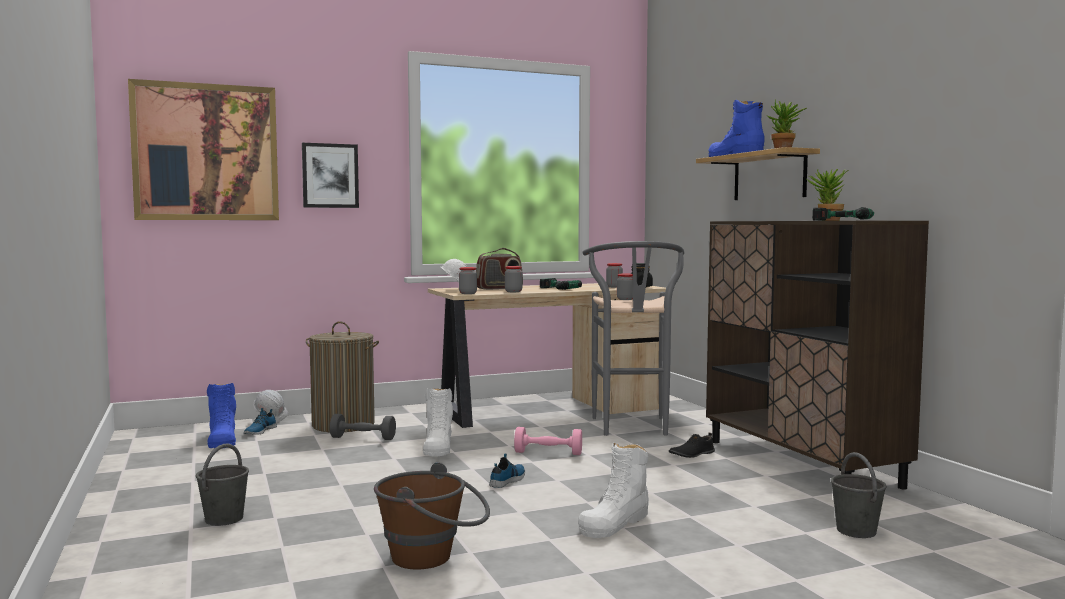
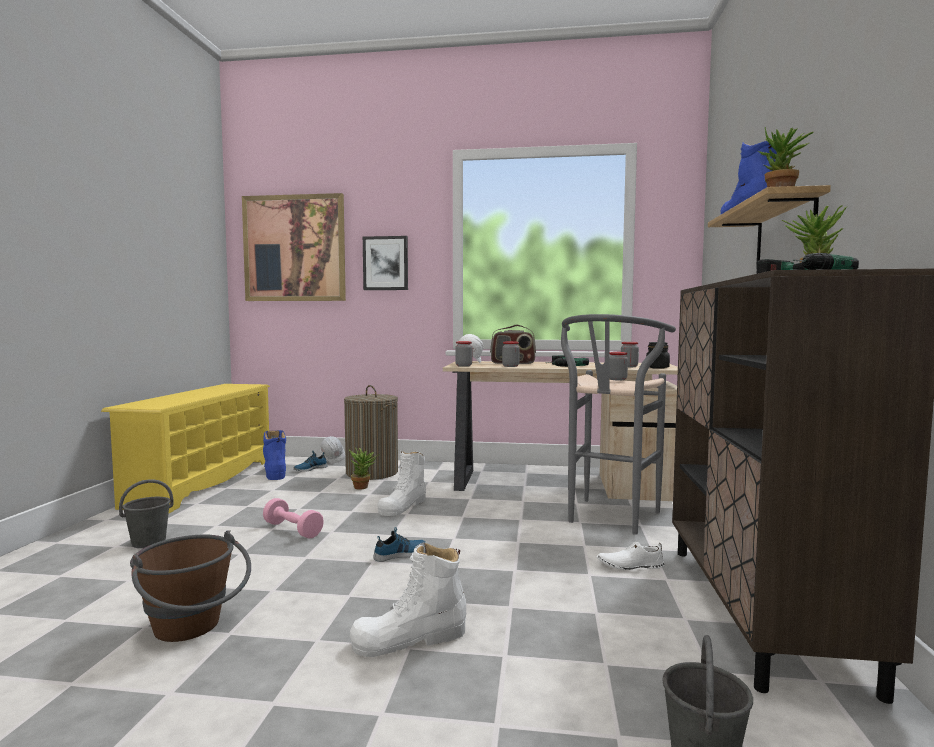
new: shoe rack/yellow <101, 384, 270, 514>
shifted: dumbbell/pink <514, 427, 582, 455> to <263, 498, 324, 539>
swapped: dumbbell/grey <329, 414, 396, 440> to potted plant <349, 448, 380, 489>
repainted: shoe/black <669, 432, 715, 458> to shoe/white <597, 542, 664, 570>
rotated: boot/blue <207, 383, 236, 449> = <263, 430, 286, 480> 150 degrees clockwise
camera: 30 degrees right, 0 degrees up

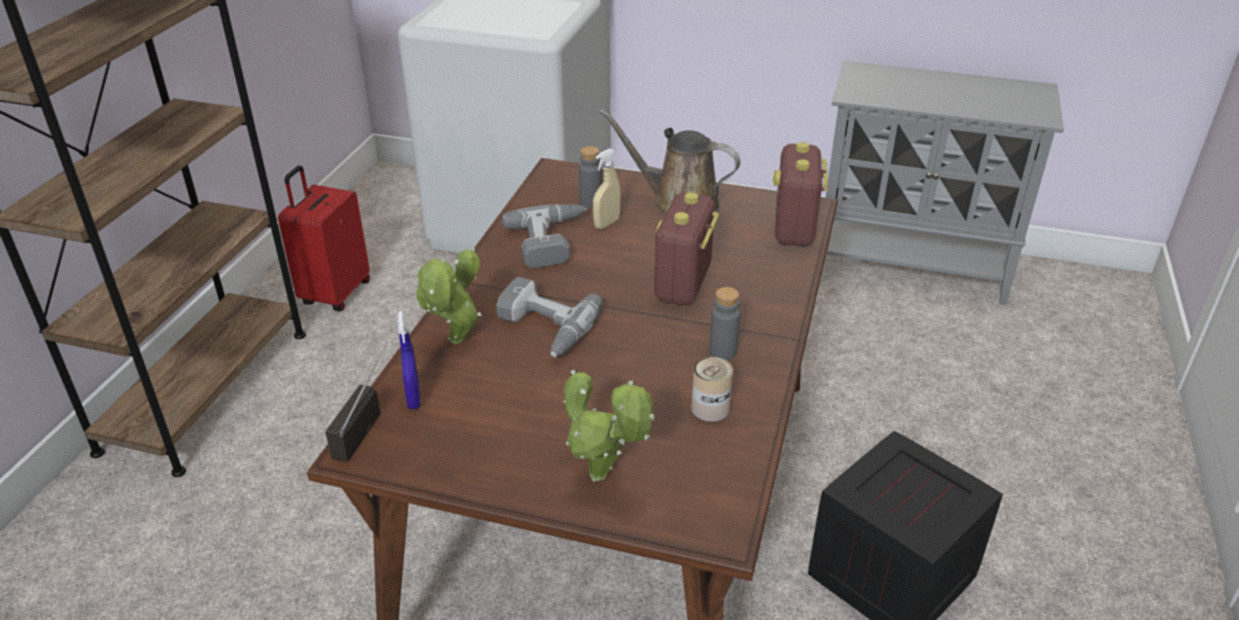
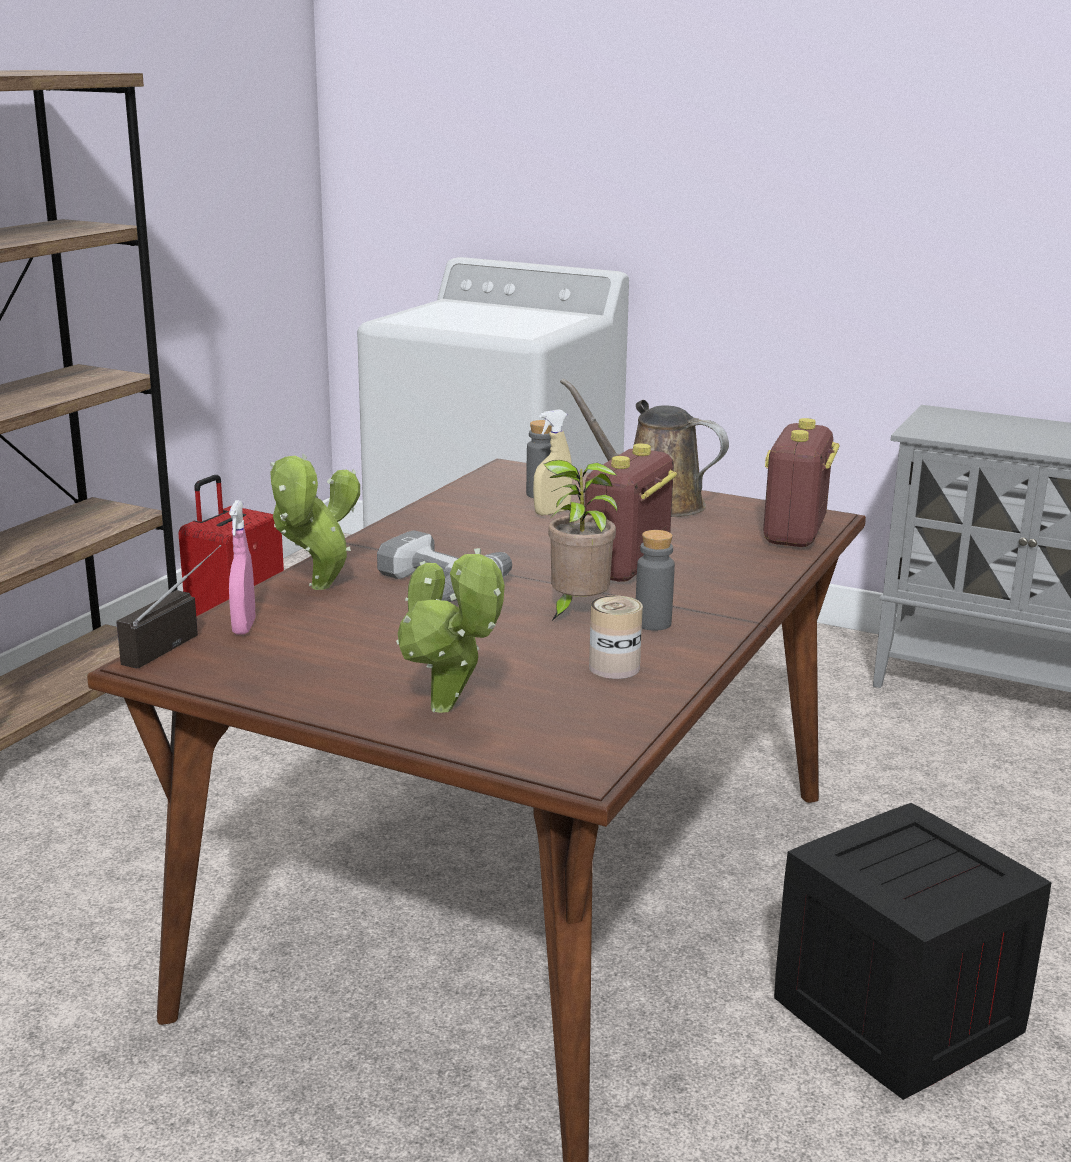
gone: power drill <502, 204, 587, 268>
new: potted plant <544, 460, 618, 621>
repainted: spray bottle/blue <398, 311, 420, 409> to spray bottle/pink <229, 500, 255, 634>
camera: 10 degrees right, 15 degrees down

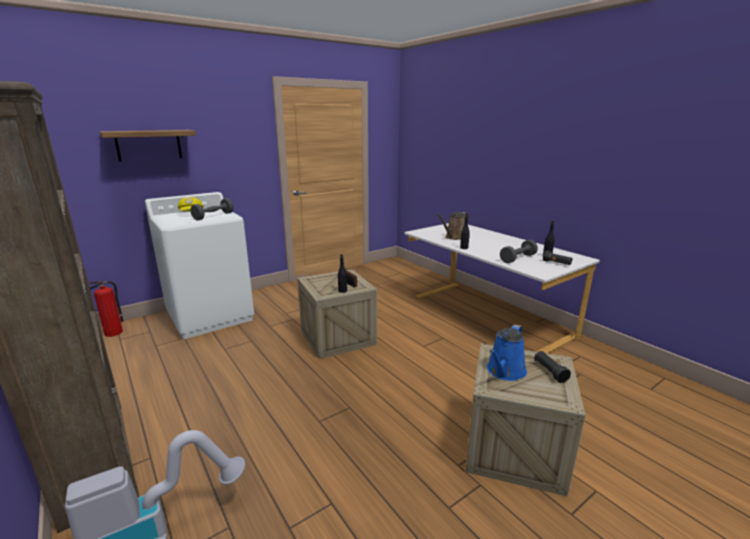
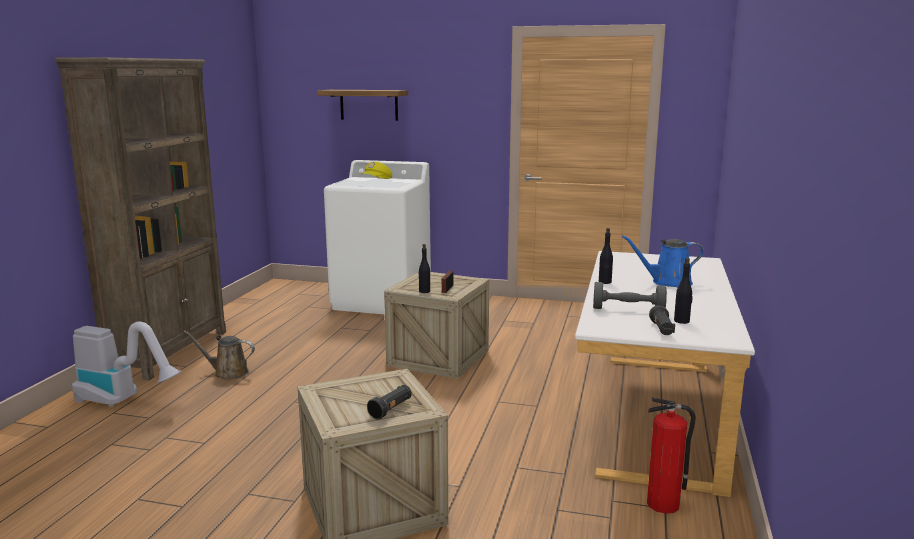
gone: dumbbell/grey <191, 198, 234, 220>
shifted: fire extinguisher <88, 281, 123, 337> to <647, 397, 696, 514>; watering can/brown <437, 212, 469, 240> to <183, 330, 255, 380>; watering can/blue <487, 324, 527, 381> to <622, 235, 704, 287>
camera: 50 degrees right, 5 degrees down

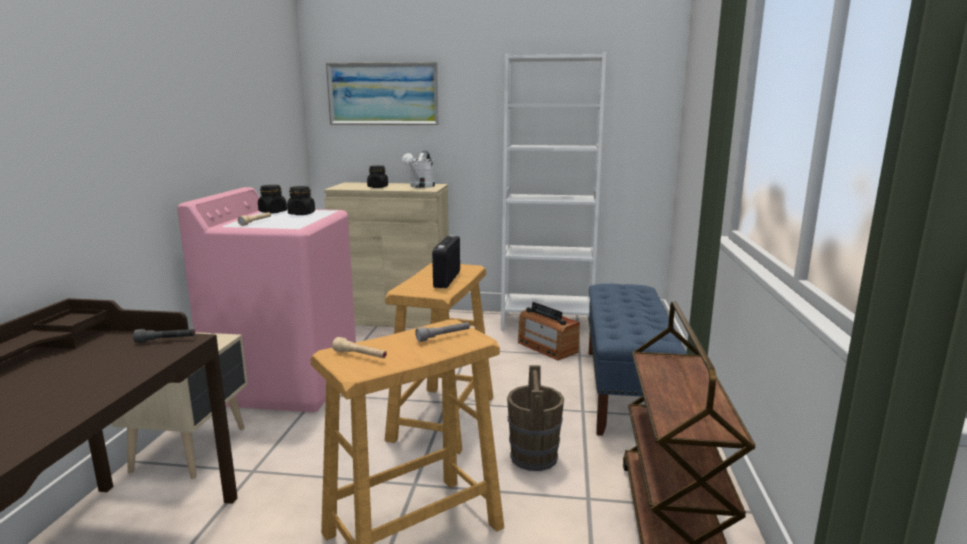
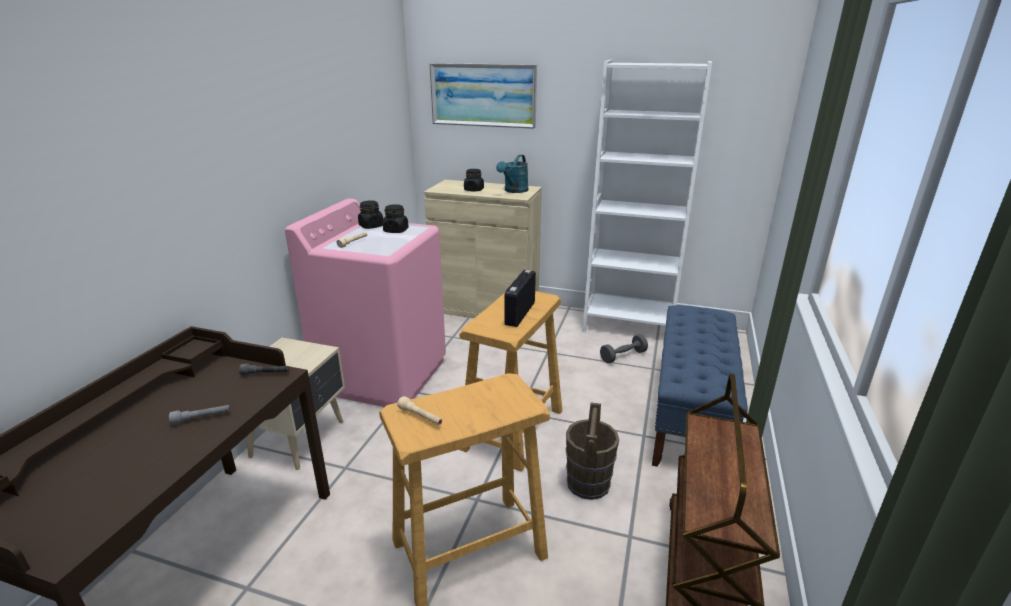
shifted: flashlight/grey <415, 322, 470, 342> to <169, 405, 230, 425>
swapped: radio <518, 302, 580, 360> to dumbbell/grey <600, 334, 648, 364>
repainted: watering can/white <402, 151, 435, 188> to watering can/turquoise <496, 155, 528, 193>
camera: 10 degrees right, 10 degrees up

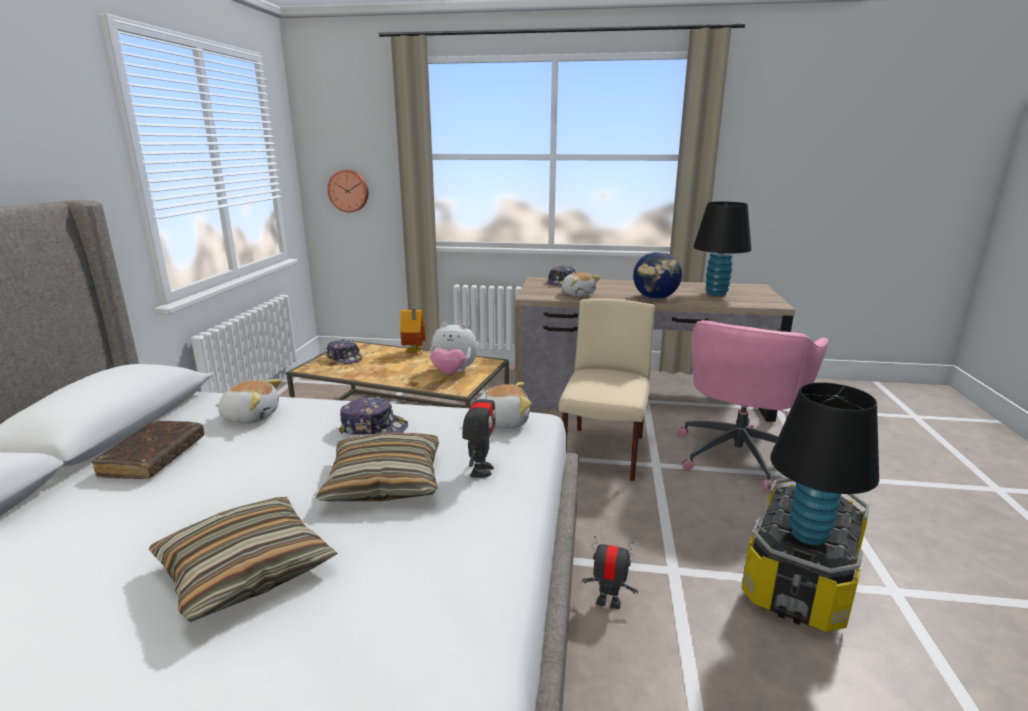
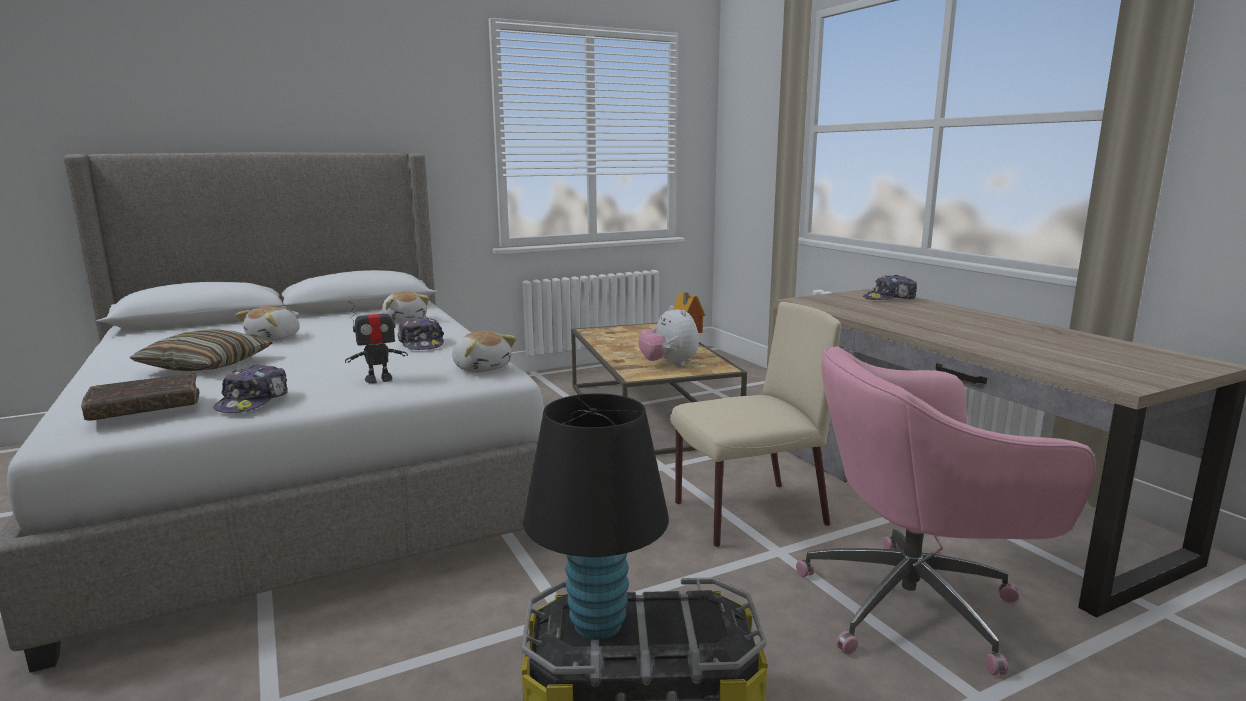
gone: pillow <316, 433, 439, 501>; wall clock <327, 170, 368, 212>; toy robot <582, 536, 638, 609>; globe <633, 251, 682, 299>; table lamp/black <693, 201, 751, 296>
shifted: book/brown <91, 421, 204, 479> to <81, 373, 199, 421>; cap <327, 339, 363, 364> to <213, 364, 287, 413>; plush toy <561, 272, 600, 296> to <236, 306, 300, 341>
camera: 55 degrees right, 5 degrees down

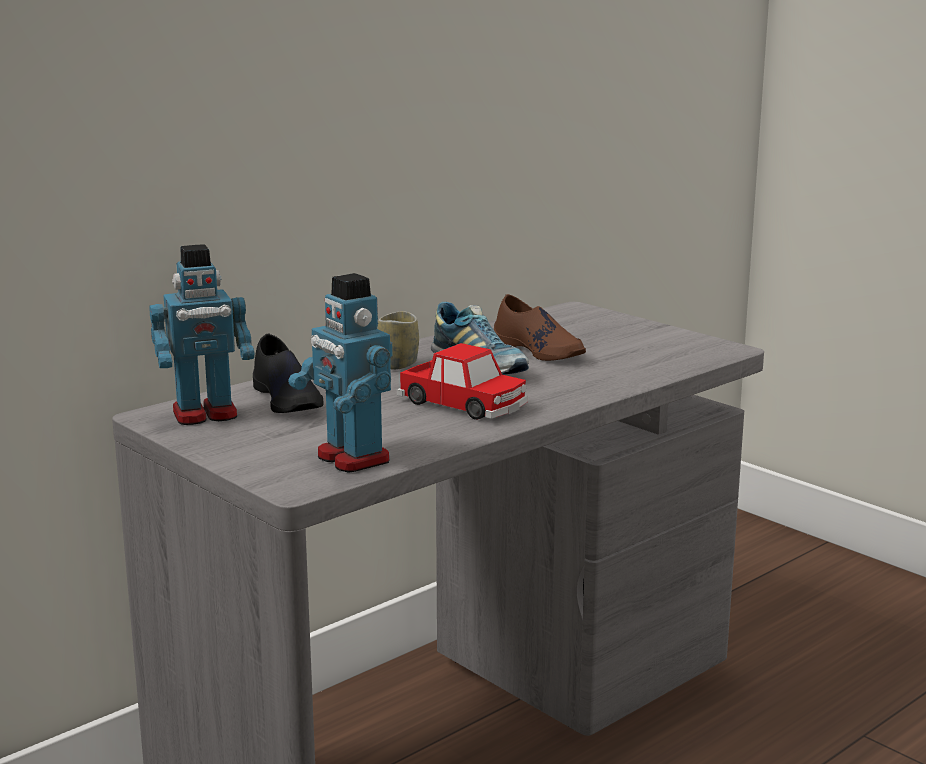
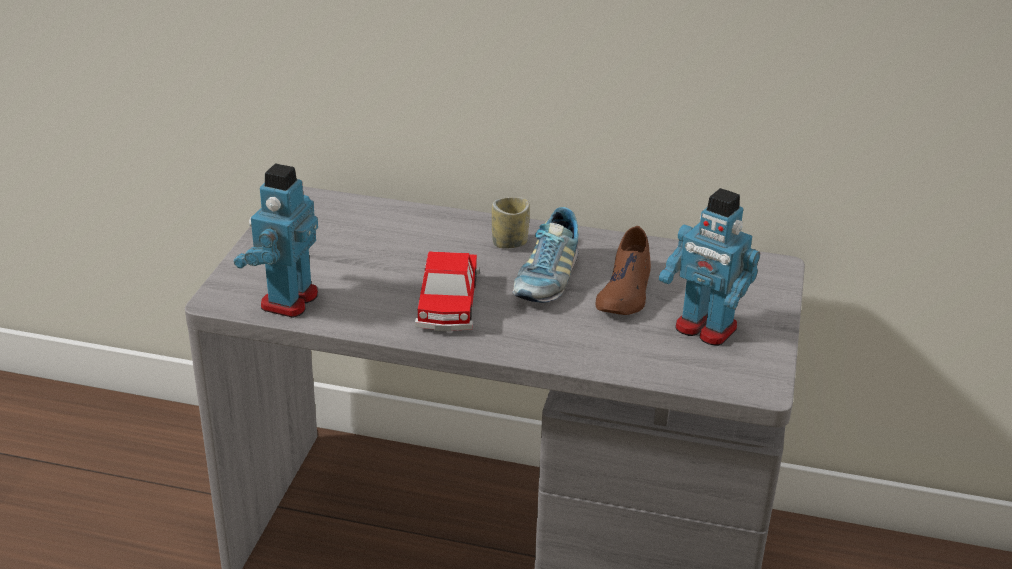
gone: shoe/black <253, 334, 324, 413>
shifted: toy robot <150, 244, 255, 425> to <659, 188, 760, 346>
camera: 55 degrees right, 15 degrees up

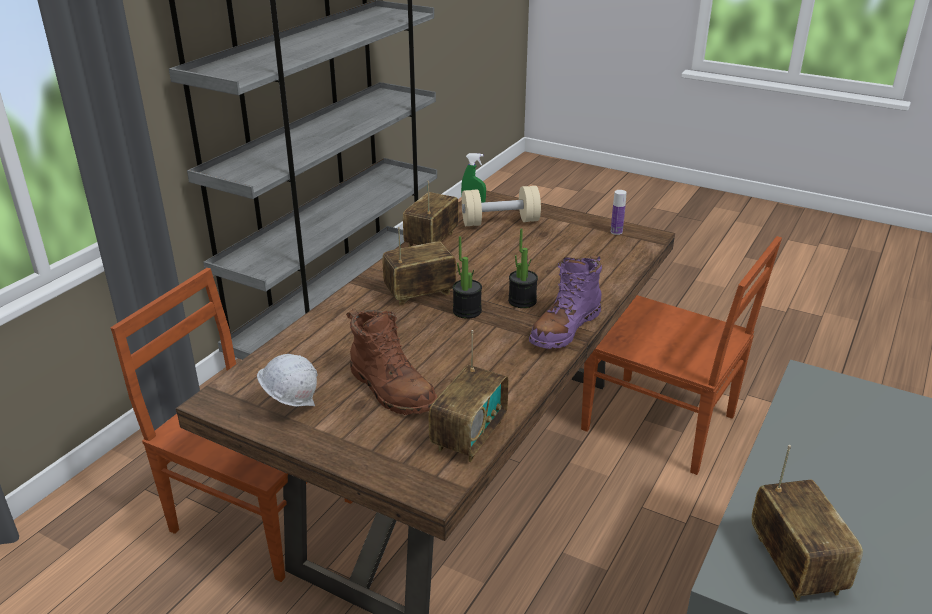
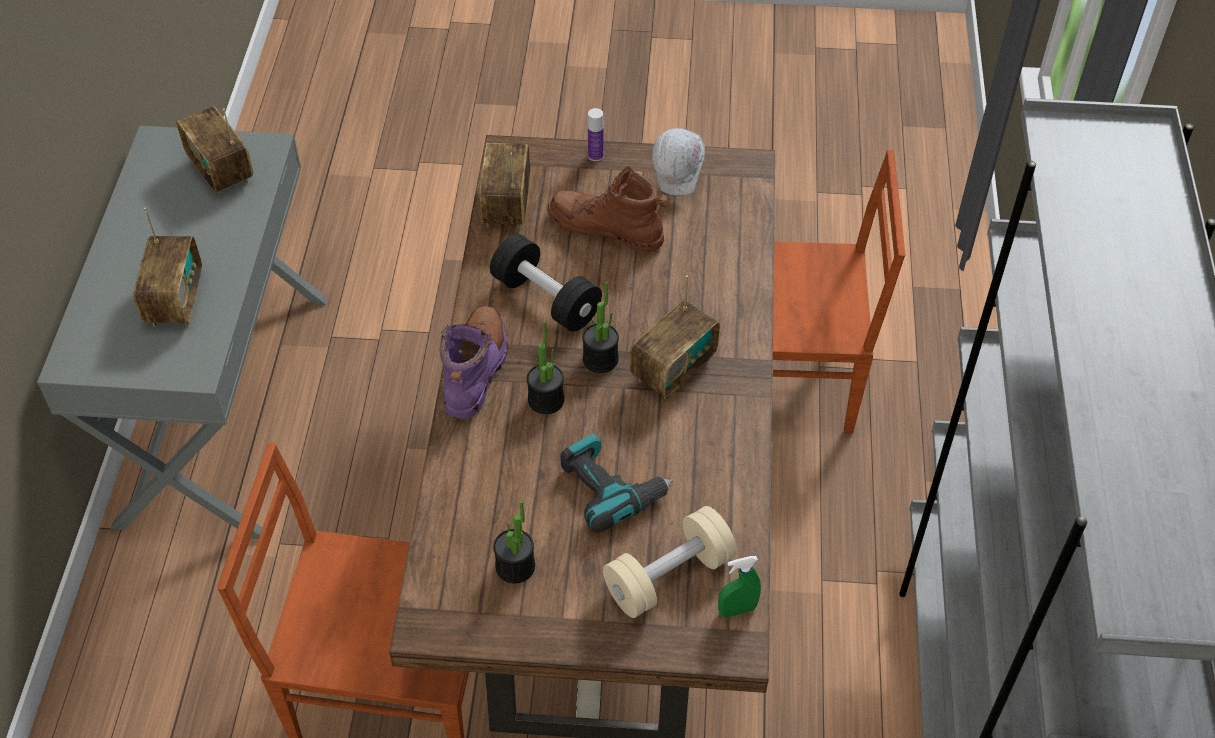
new: dumbbell/black <490, 234, 602, 332>; potted plant <493, 500, 535, 583>; power drill <561, 434, 674, 533>
shifted: radio <403, 181, 459, 247> to <133, 208, 202, 327>; bottle <611, 190, 627, 235> to <588, 108, 604, 161>
camera: 155 degrees right, 20 degrees up

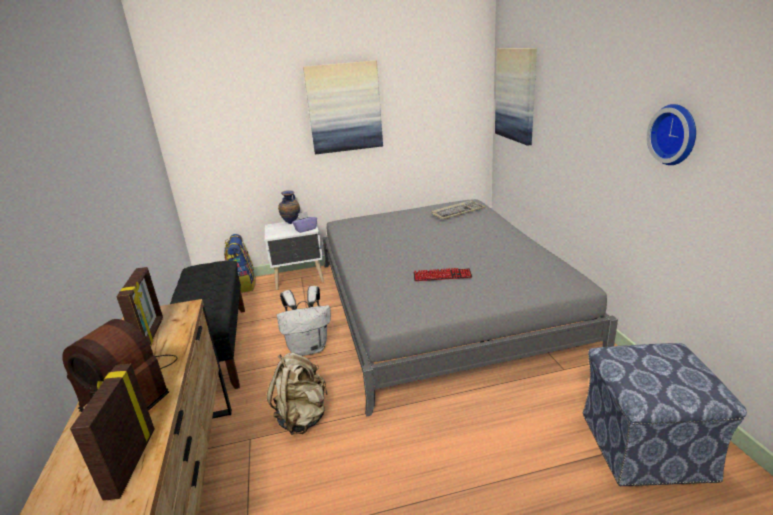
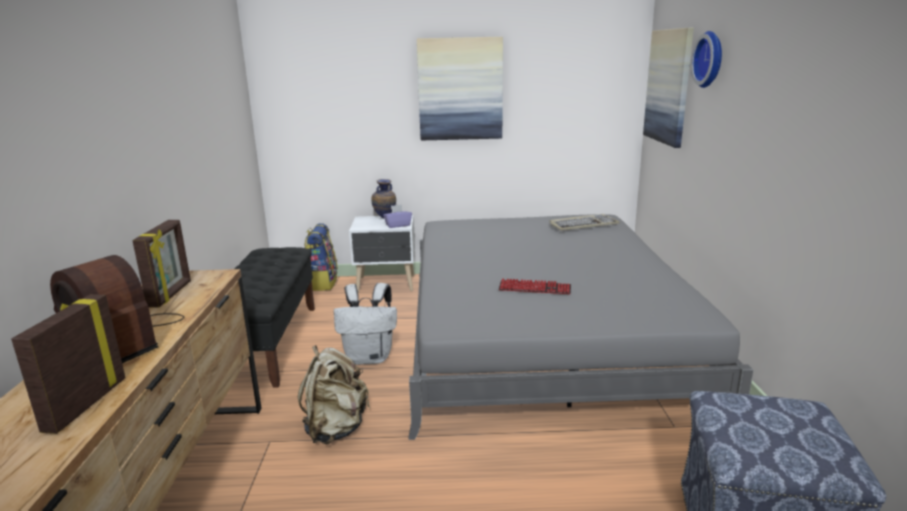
shifted: wall clock <647, 104, 696, 165> to <691, 31, 722, 88>
camera: 10 degrees right, 5 degrees down

